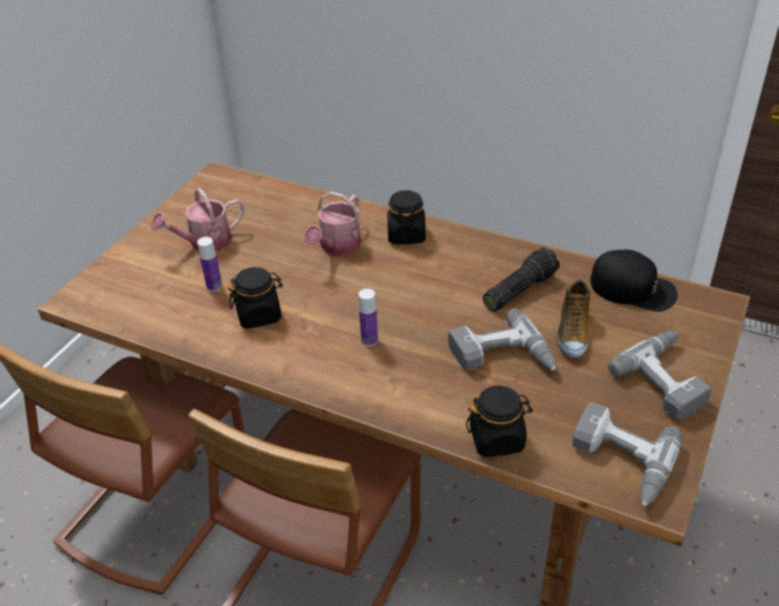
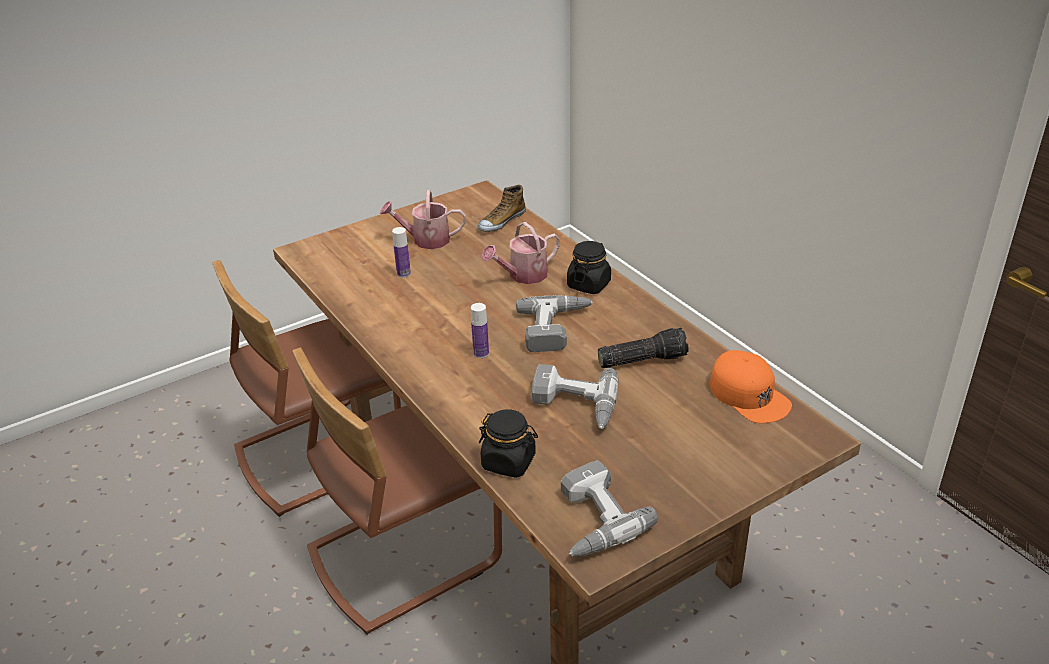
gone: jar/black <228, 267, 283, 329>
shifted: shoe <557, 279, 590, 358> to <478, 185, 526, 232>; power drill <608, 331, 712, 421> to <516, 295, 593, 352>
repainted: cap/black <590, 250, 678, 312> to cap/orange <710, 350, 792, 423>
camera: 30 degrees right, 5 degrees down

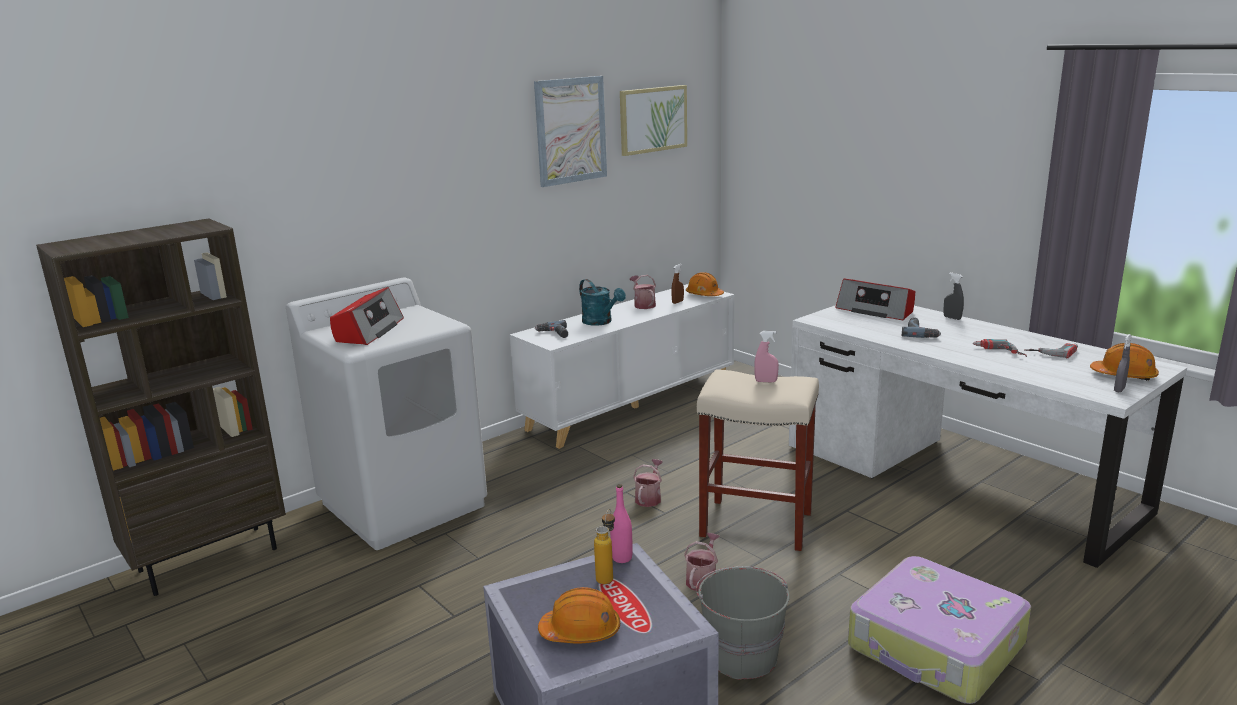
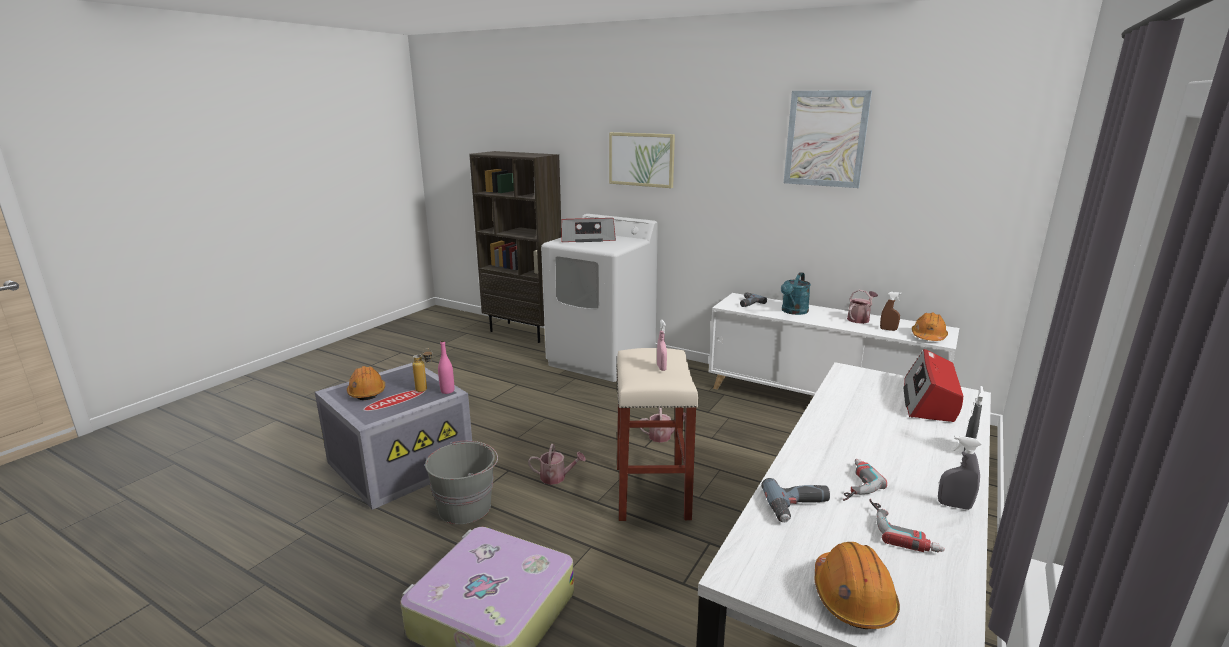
shifted: picture <620, 85, 687, 156> to <609, 132, 675, 188>; power drill <902, 317, 941, 338> to <761, 478, 830, 522>; spray bottle/grey <1114, 334, 1132, 392> to <938, 436, 982, 510>
camera: 70 degrees right, 0 degrees up

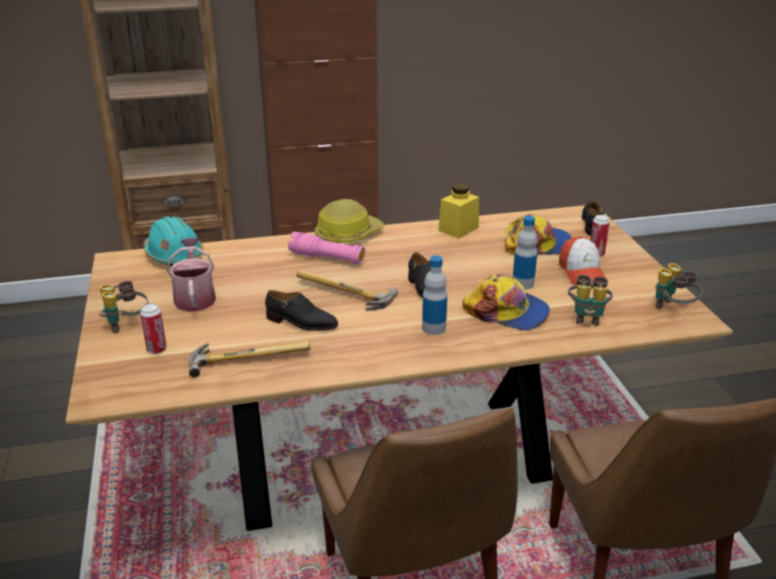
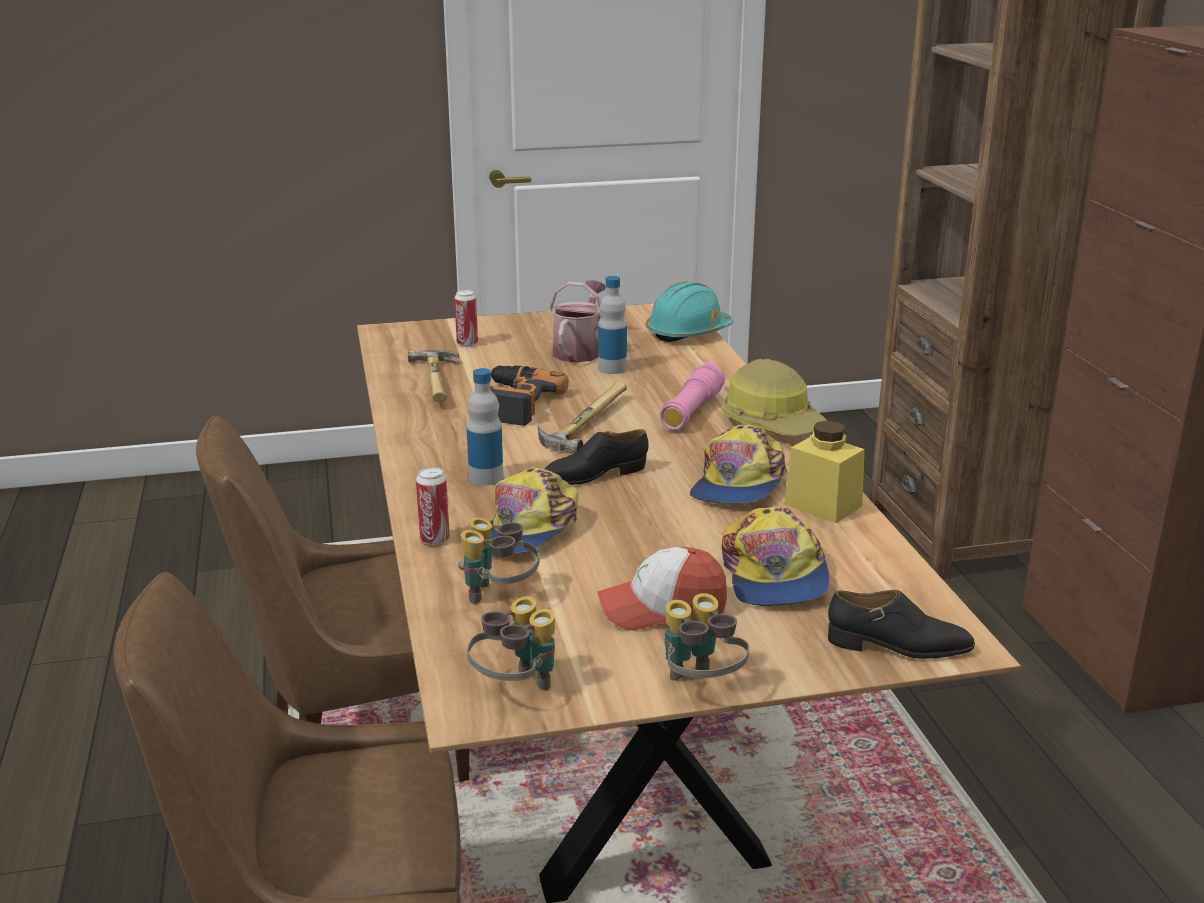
new: cap <690, 425, 787, 504>
shifted: binoculars <99, 281, 148, 334> to <664, 593, 749, 681>; bottle <513, 216, 538, 289> to <598, 276, 627, 374>; can <590, 215, 610, 257> to <416, 467, 450, 545>
swapped: shoe/black <265, 290, 338, 331> to power drill <490, 365, 569, 426>
rotated: watering can <167, 238, 216, 312> = <550, 280, 606, 363> 60 degrees counterclockwise
camera: 90 degrees right, 5 degrees down

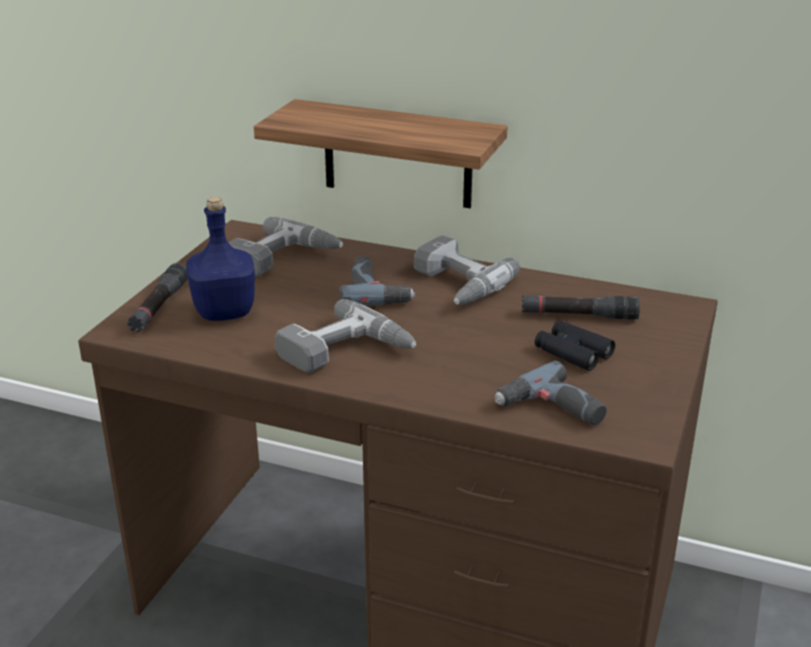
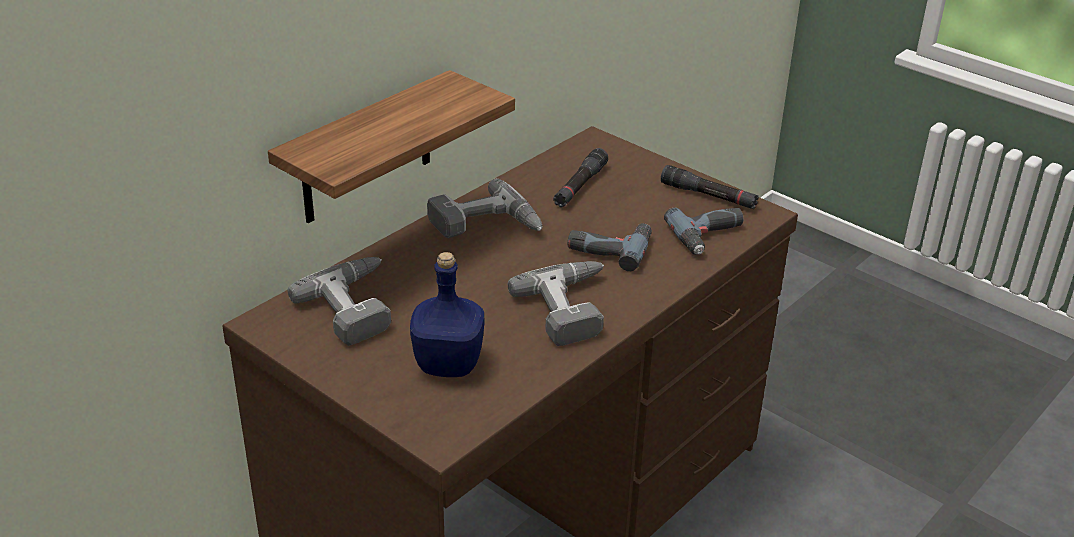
gone: binoculars/black <535, 320, 615, 371>
shifted: flashlight/black <127, 263, 188, 332> to <661, 165, 759, 209>; power drill <340, 256, 415, 305> to <568, 223, 652, 271>
camera: 70 degrees left, 5 degrees up

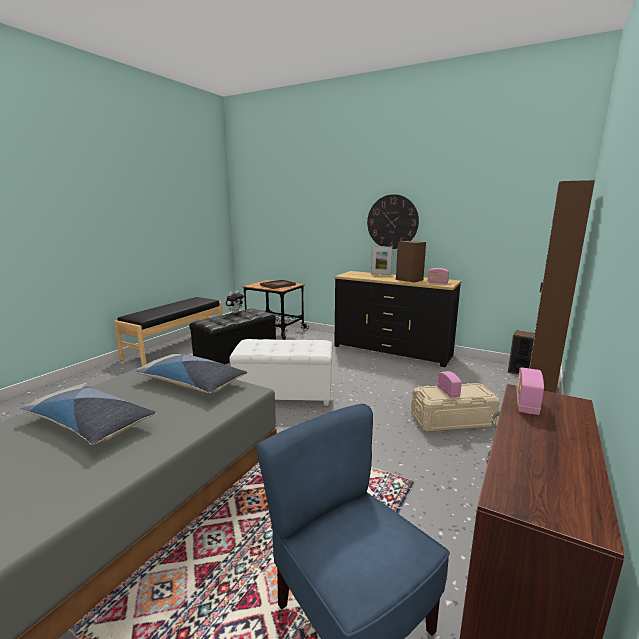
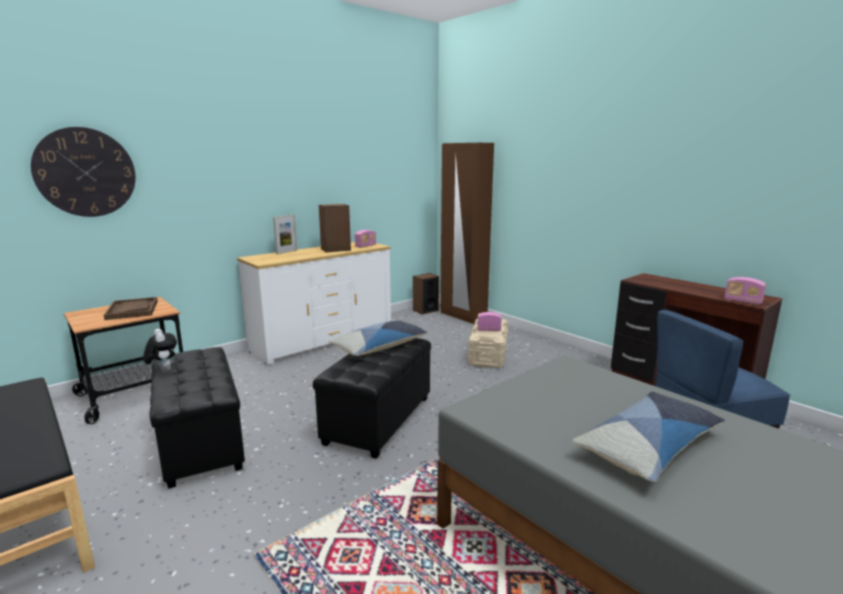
shifted: pillow <134, 354, 247, 393> to <328, 321, 428, 356>; wall clock <367, 194, 419, 249> to <31, 127, 136, 217>; radio <516, 367, 544, 415> to <724, 277, 766, 305>
repainted: ottoman/white <230, 339, 332, 406> to ottoman/black <313, 338, 431, 459>; dresser/black <334, 271, 462, 367> to dresser/white <237, 242, 391, 365>
camera: 70 degrees left, 0 degrees up

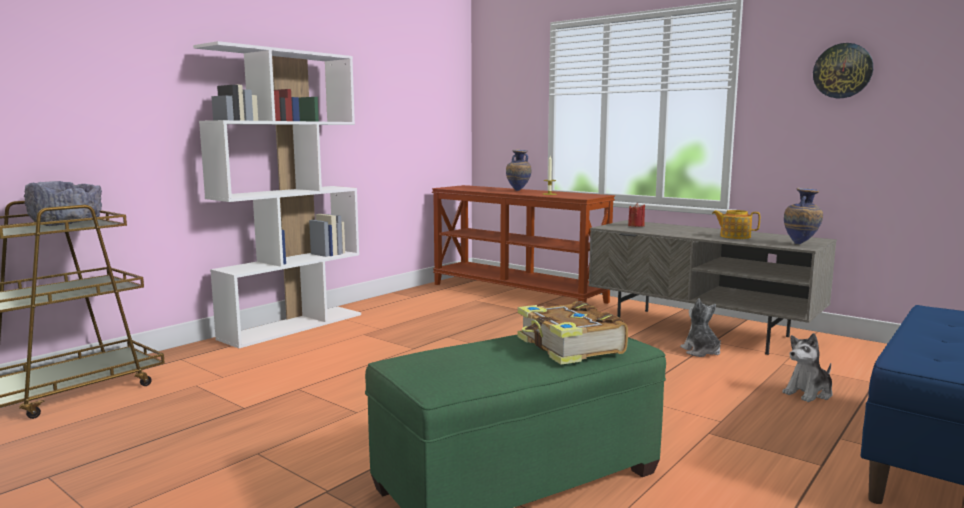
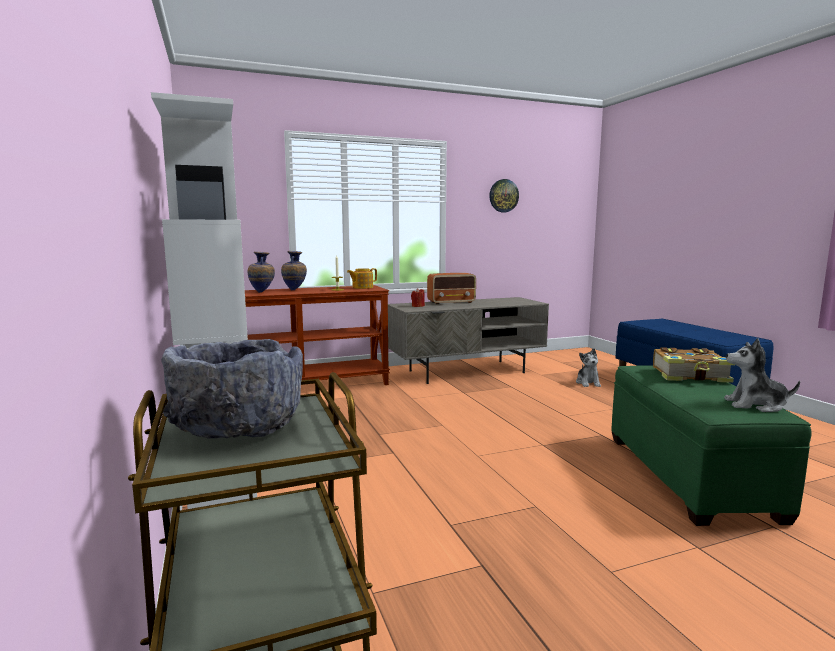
new: radio <427, 273, 476, 304>
shifted: plush toy <681, 298, 721, 357> to <724, 338, 800, 412>; teapot <712, 210, 760, 239> to <347, 268, 377, 289>; vase <784, 188, 823, 244> to <248, 251, 275, 293>
camera: 60 degrees left, 0 degrees up

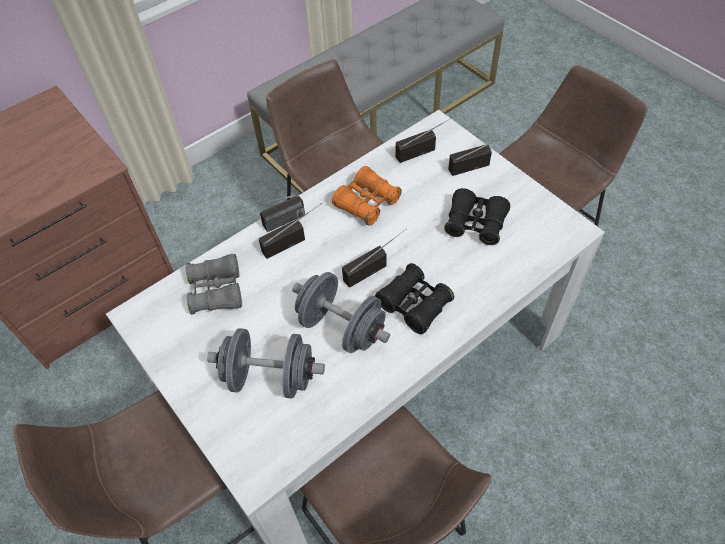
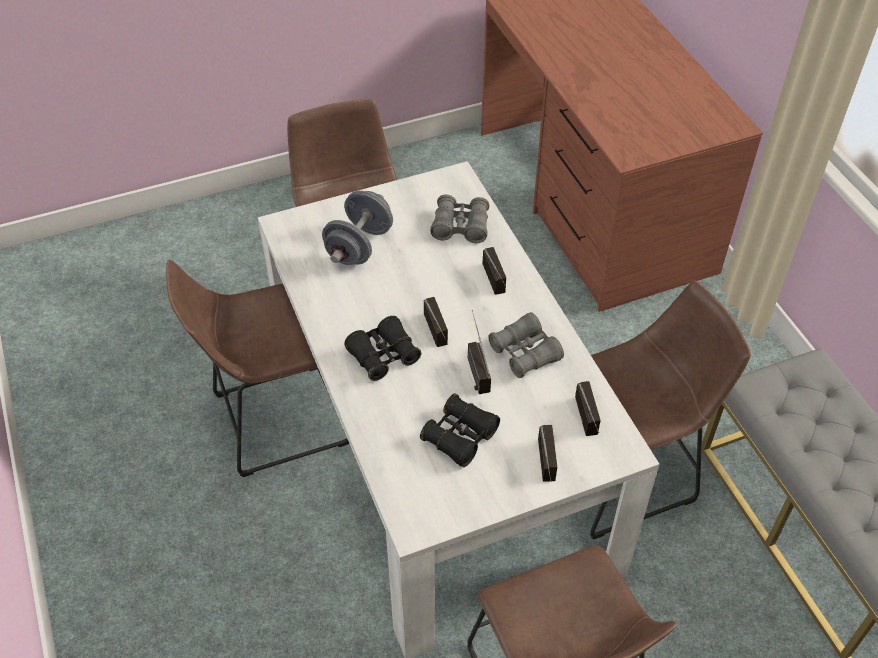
gone: dumbbell/grey <292, 272, 390, 353>
shifted: radio <235, 194, 305, 232> to <468, 310, 491, 394>
repainted: binoculars/orange <332, 166, 402, 226> to binoculars/grey <488, 312, 564, 378>
camera: 105 degrees right, 5 degrees down

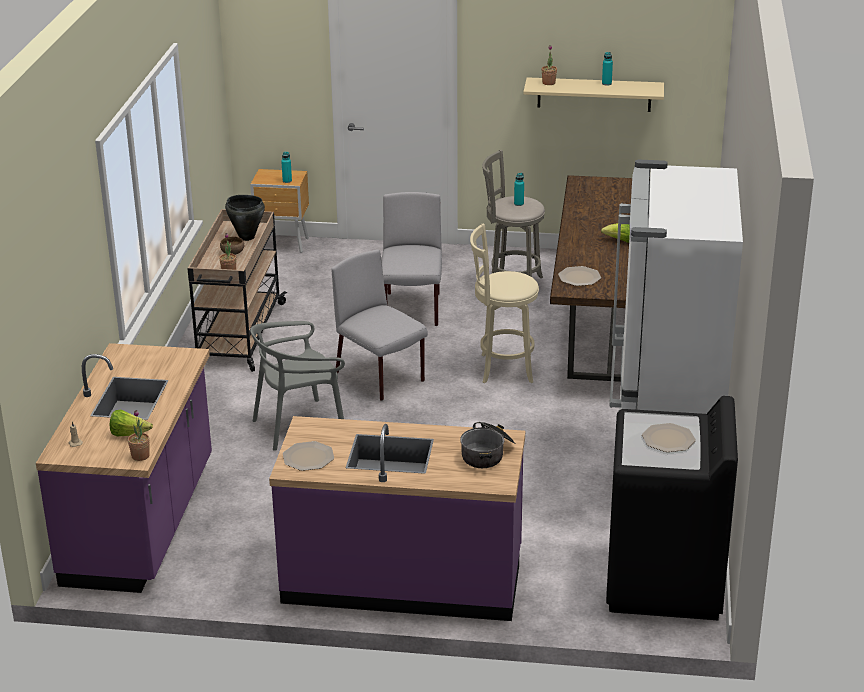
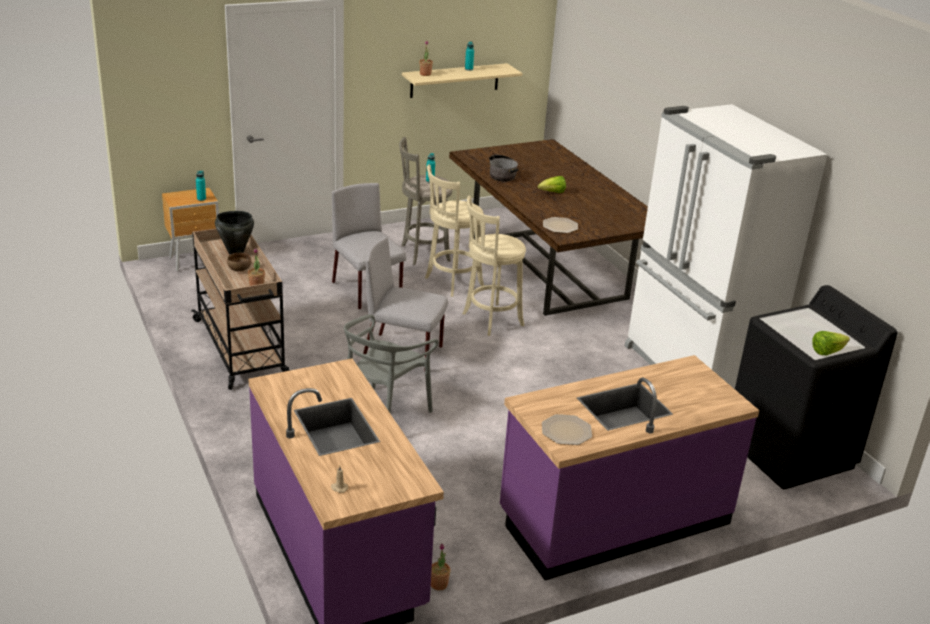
gone: plate <642, 423, 696, 452>
new: stool/beige <425, 164, 484, 297>
shifted: lettuce <110, 410, 153, 436> to <812, 331, 850, 355>; potted plant <128, 410, 150, 461> to <431, 543, 451, 591>; cooking pot <460, 422, 515, 468> to <489, 155, 519, 182>
camera: 35 degrees left, 0 degrees up

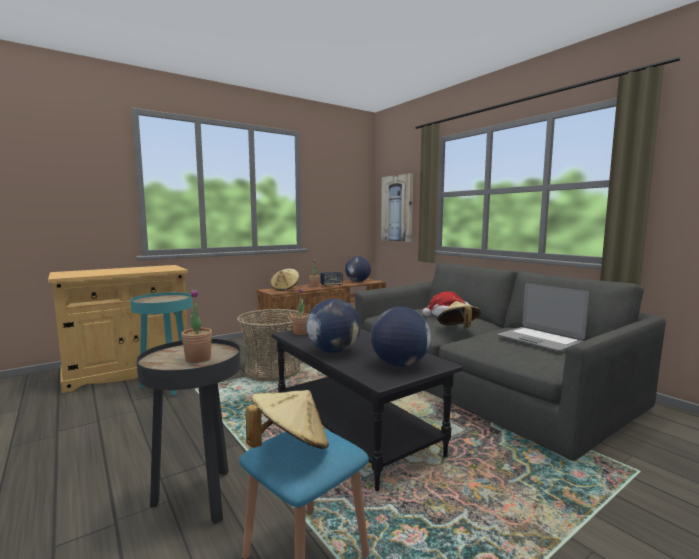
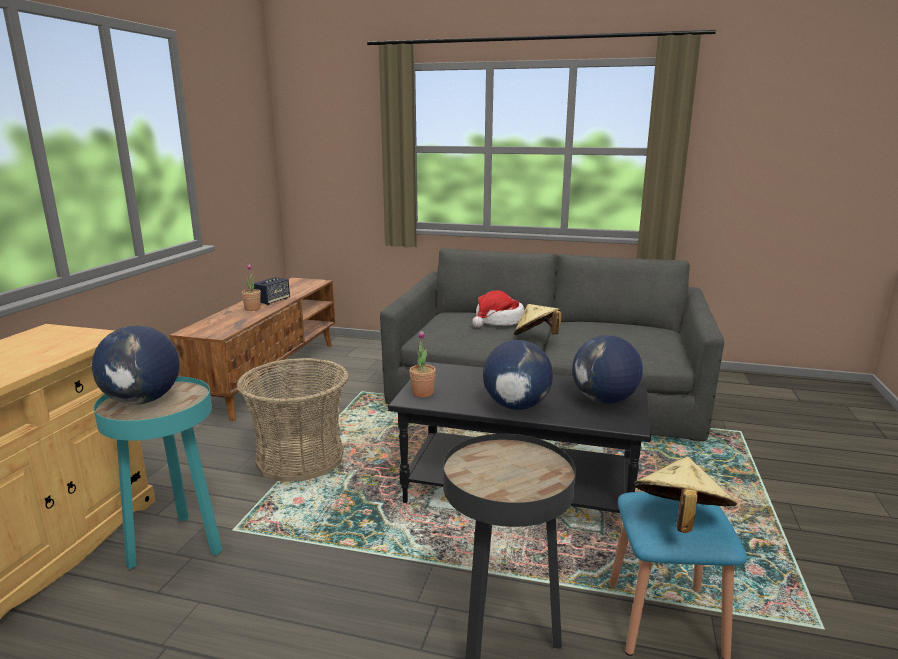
gone: potted plant <181, 289, 212, 363>; hat/beige <270, 269, 299, 291>; picture <381, 173, 413, 242>; laptop <497, 283, 589, 351>
shifted: globe <345, 256, 371, 282> to <91, 326, 180, 405>
camera: 40 degrees left, 10 degrees up

